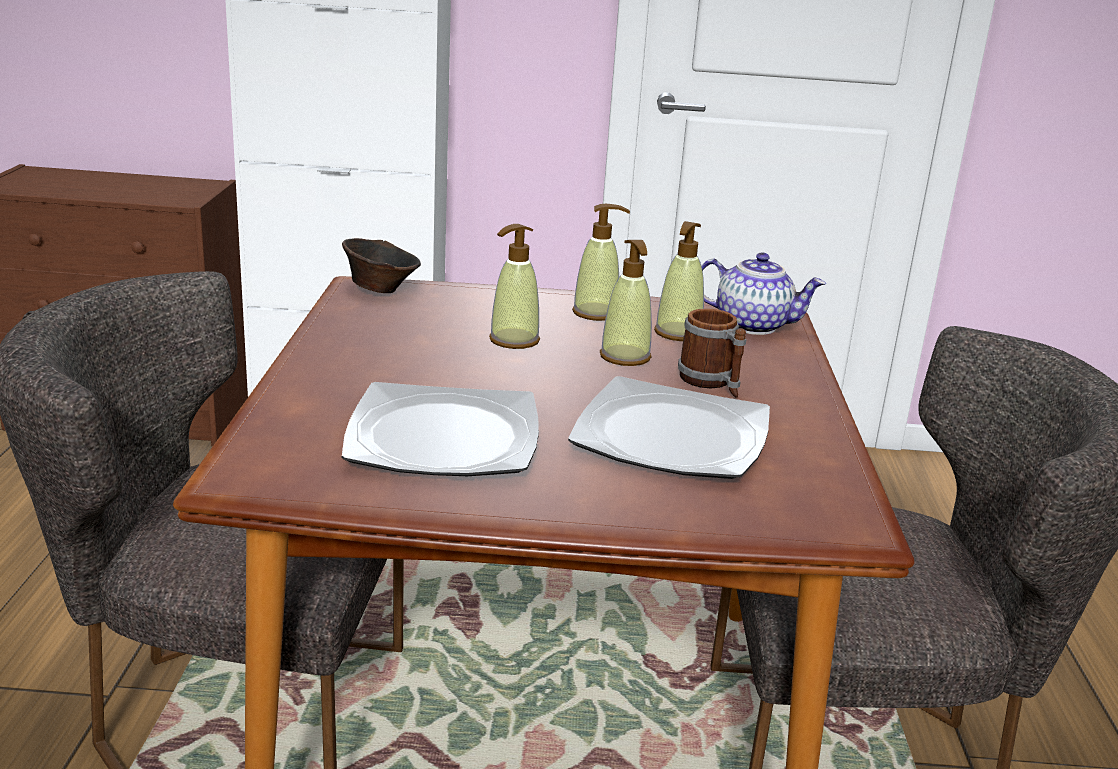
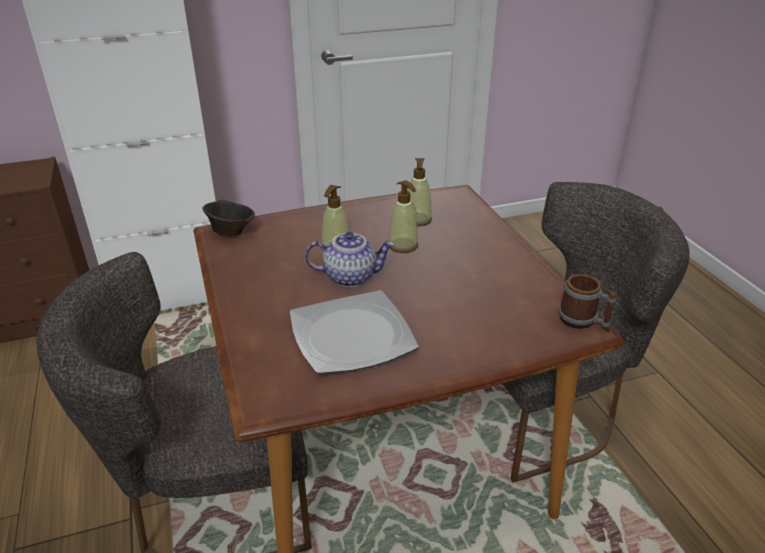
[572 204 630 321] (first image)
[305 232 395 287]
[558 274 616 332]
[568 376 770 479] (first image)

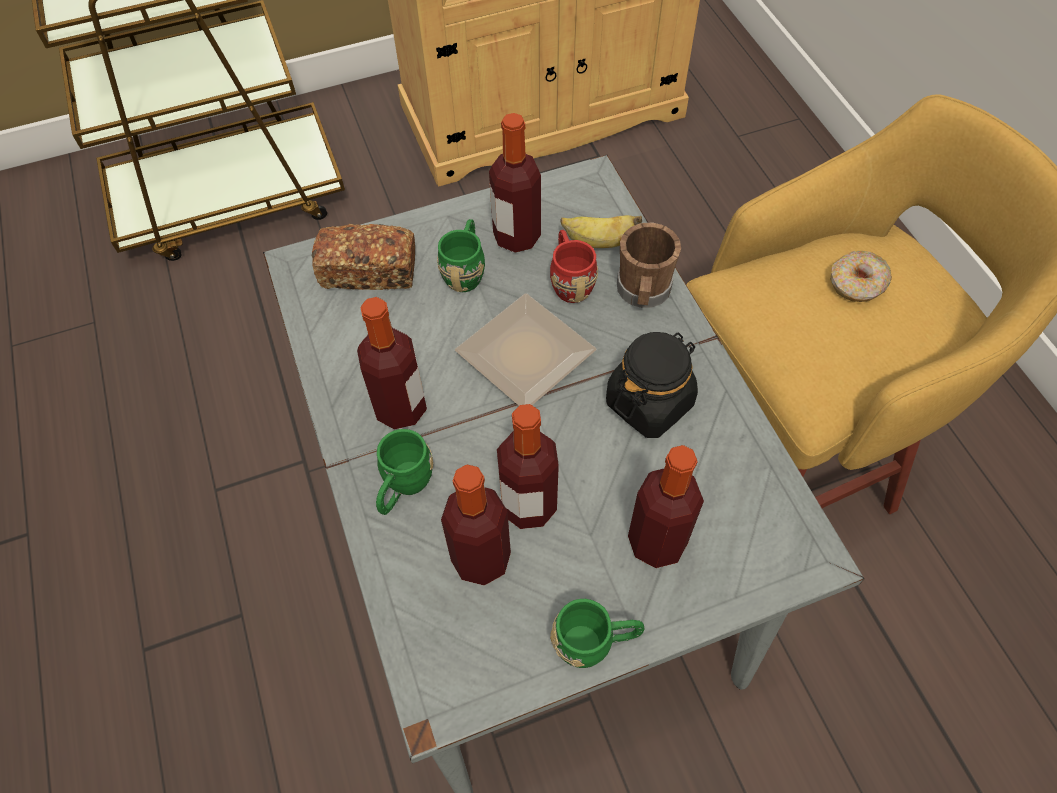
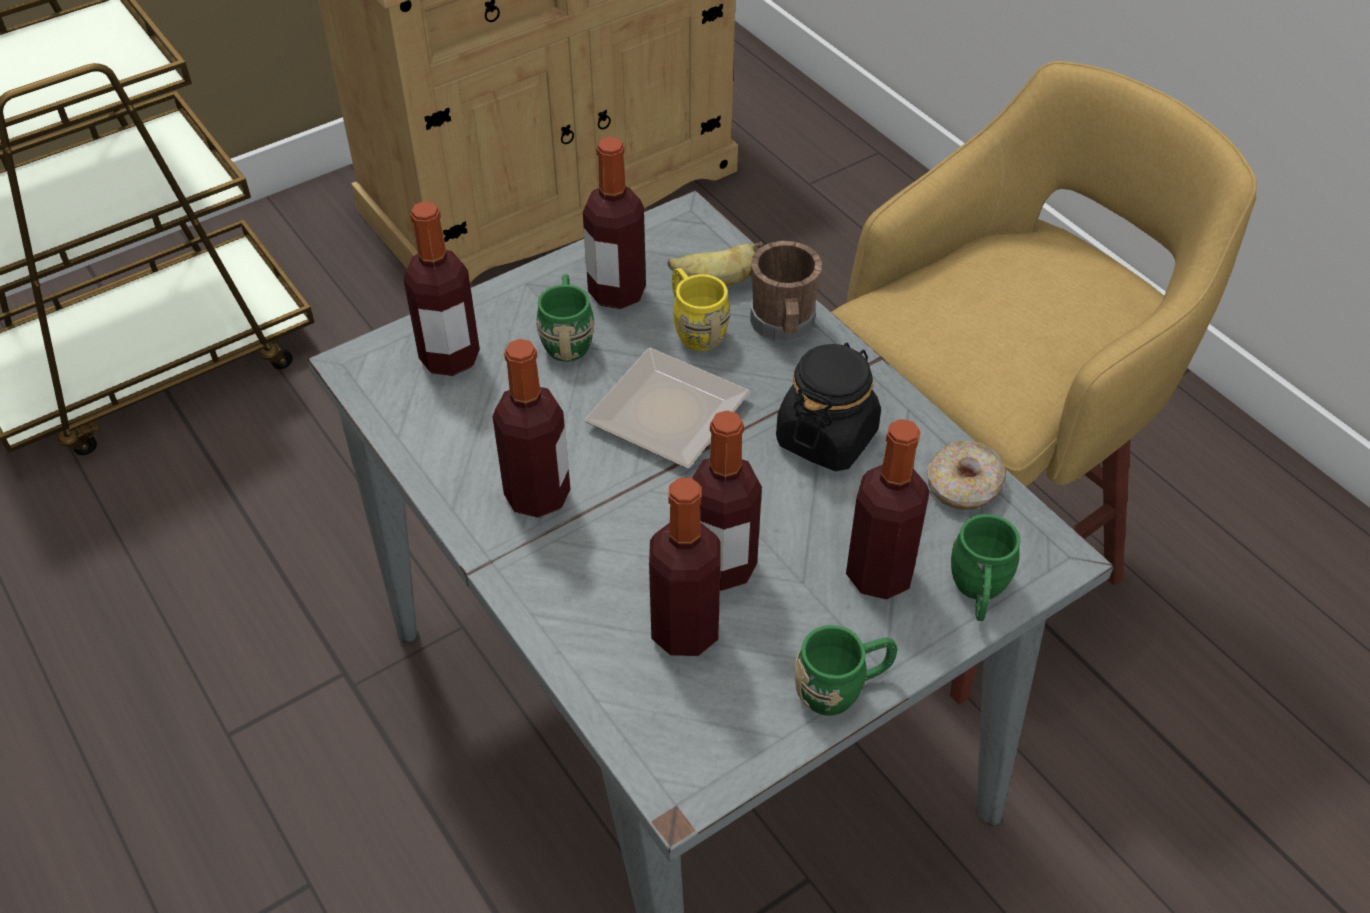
[404 201 480 376]
[672 268 731 351]
[927 441 1006 510]
[951 514 1020 621]

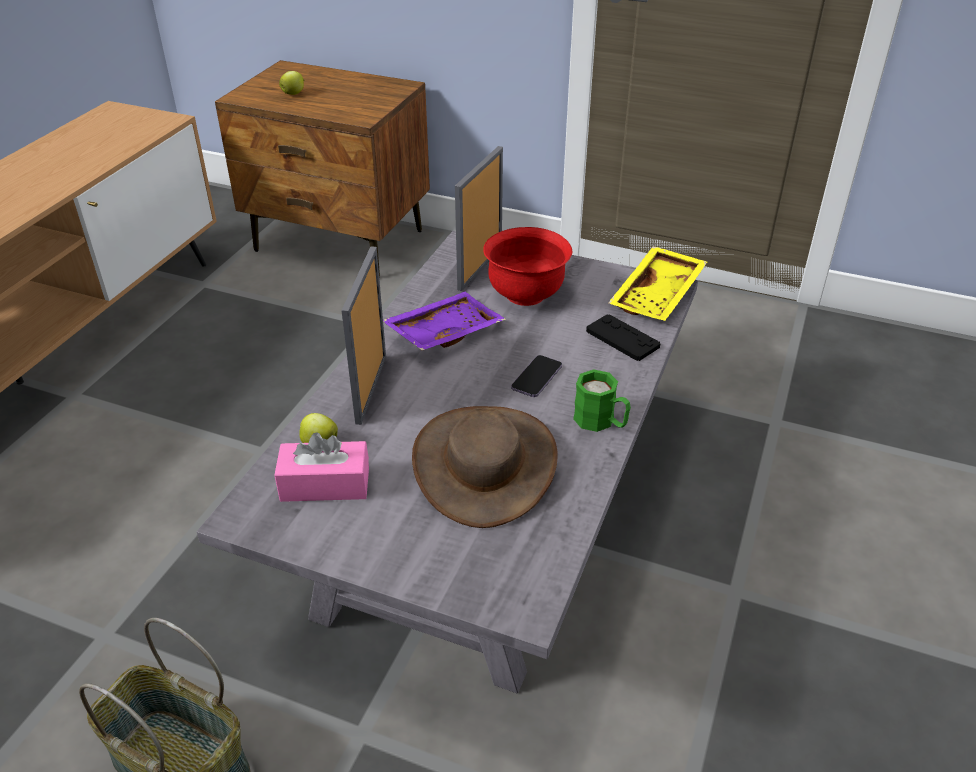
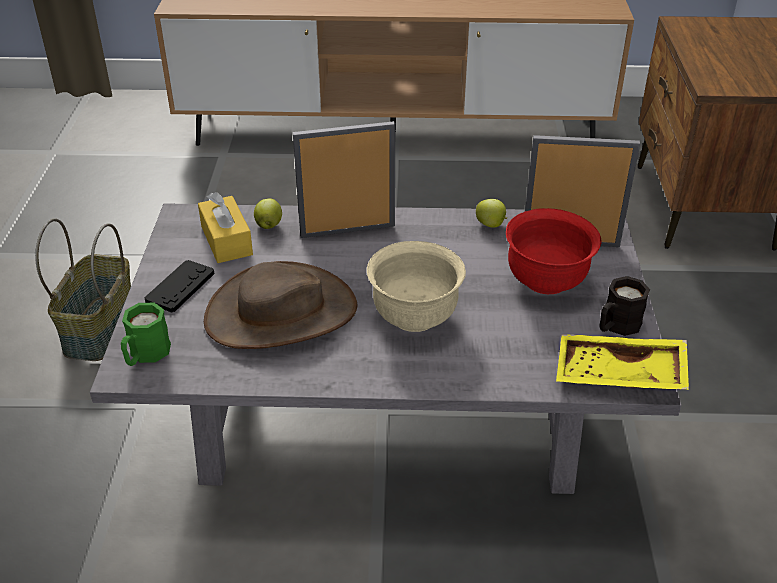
[476 199 507 227]
[383 292 506 350] (first image)
[144 260 215 313]
[367 241 466 332]
[121 303 171 366]
[198 192 253 263]
[599 276 650 336]

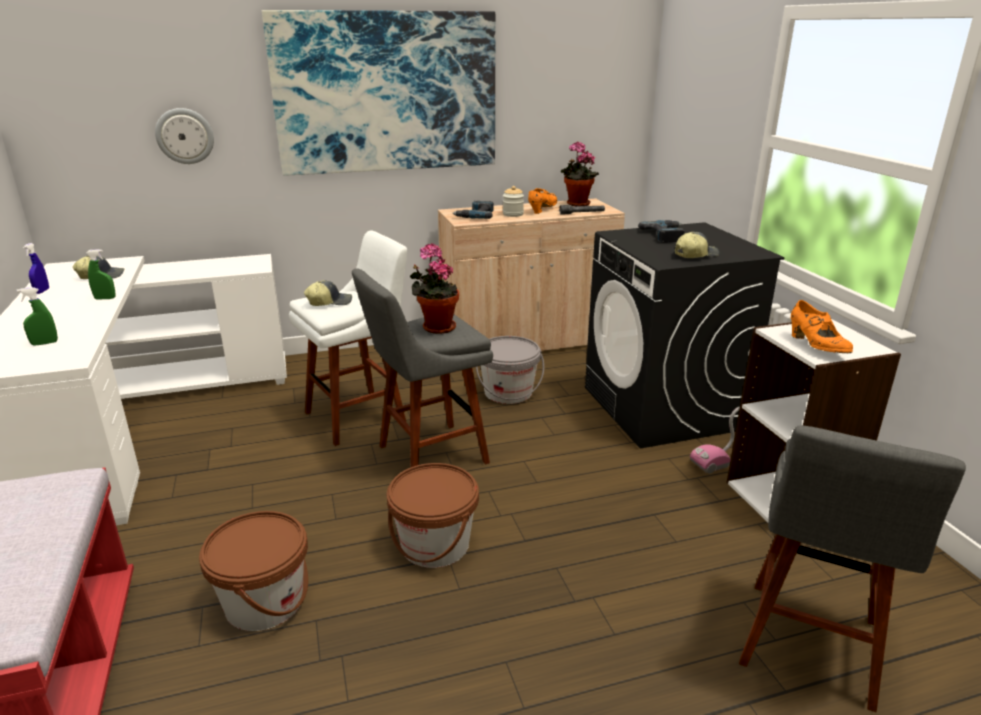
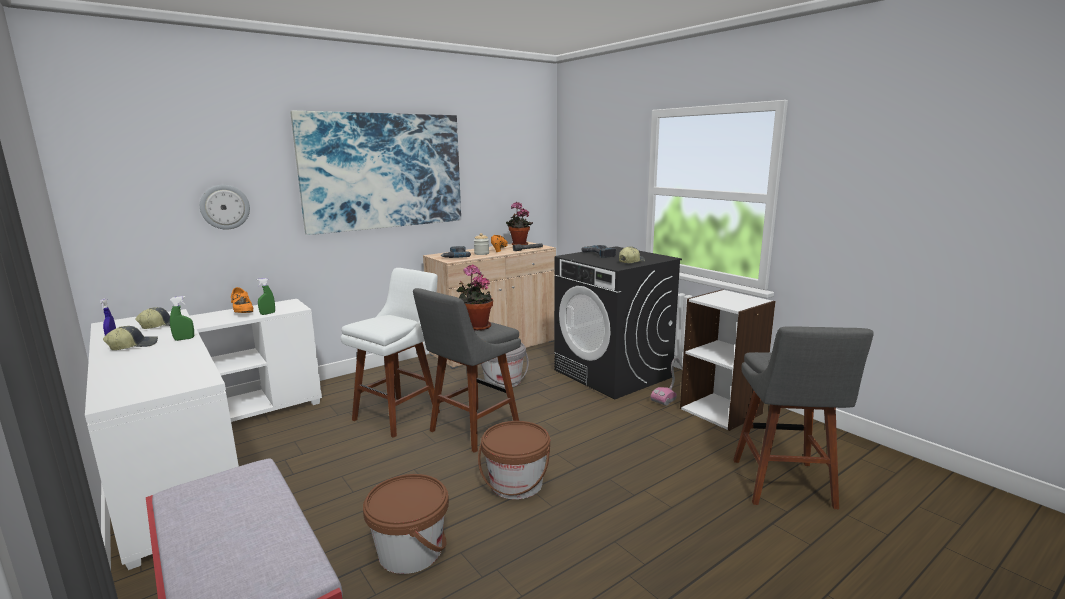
[103 326 158 350]
[256 278 275 315]
[231 287 253 313]

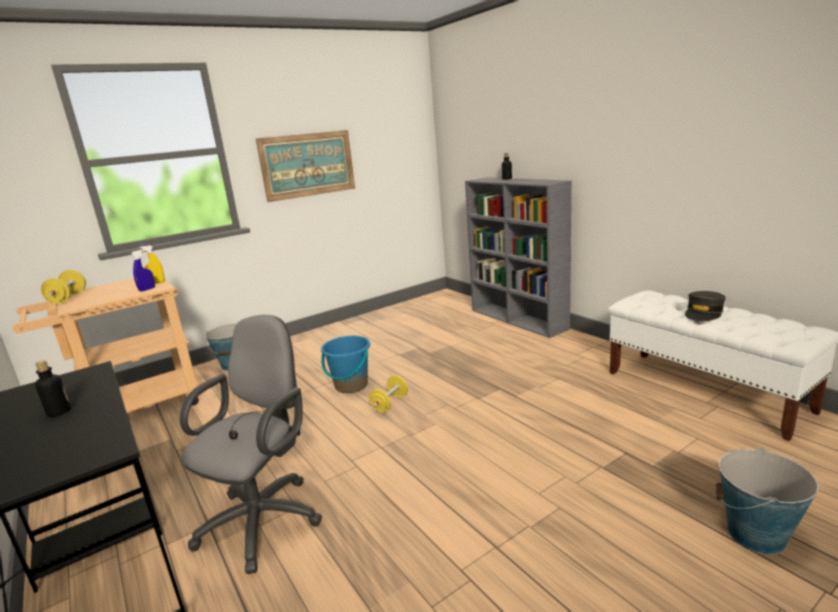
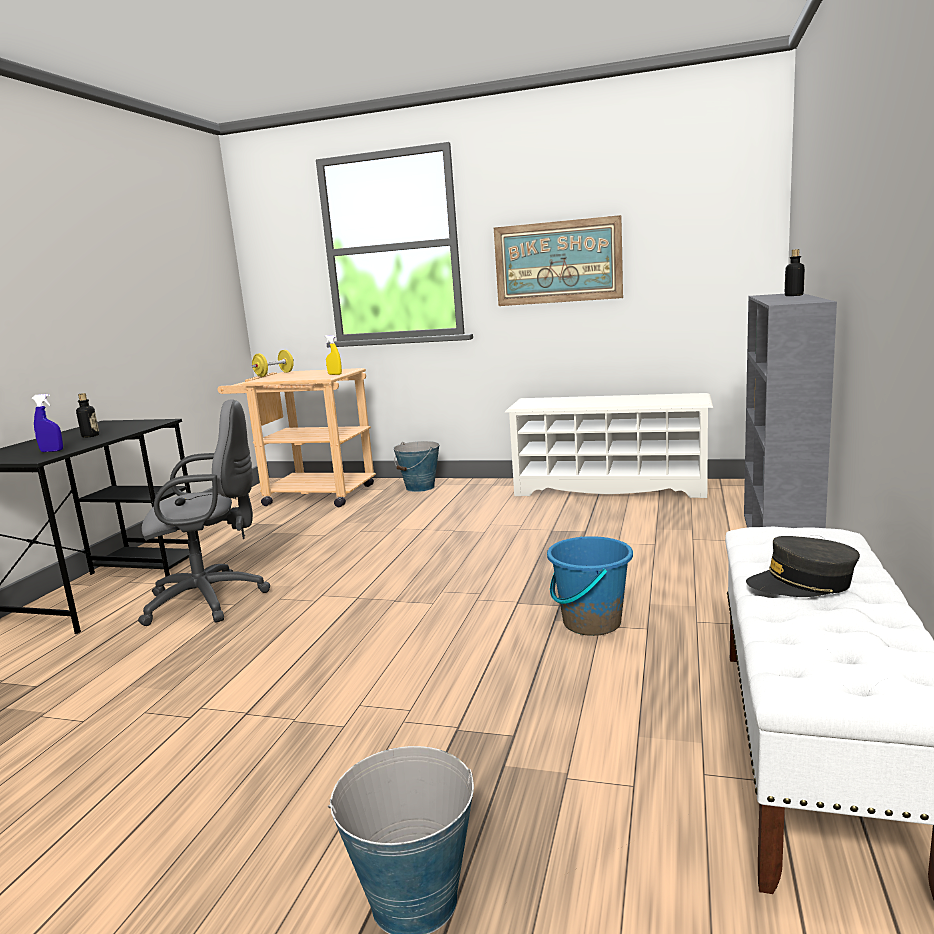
[32 394 63 452]
[547 536 633 636]
[369 375 408 413] (first image)
[505 393 713 498]

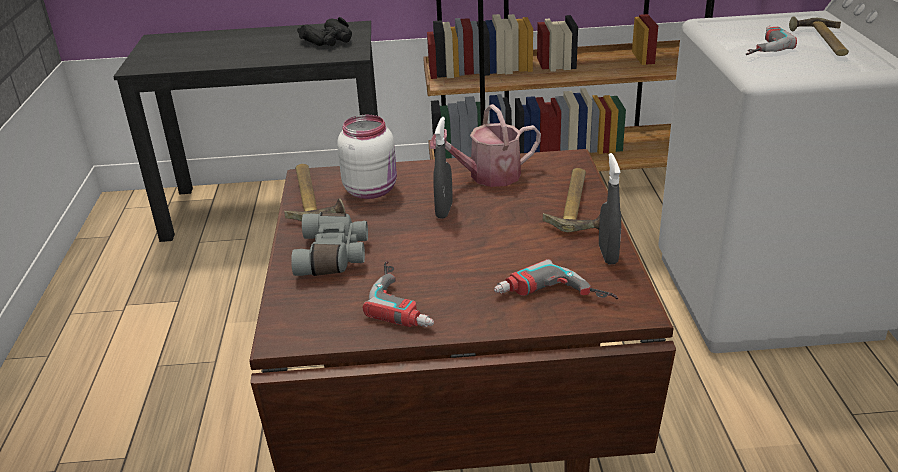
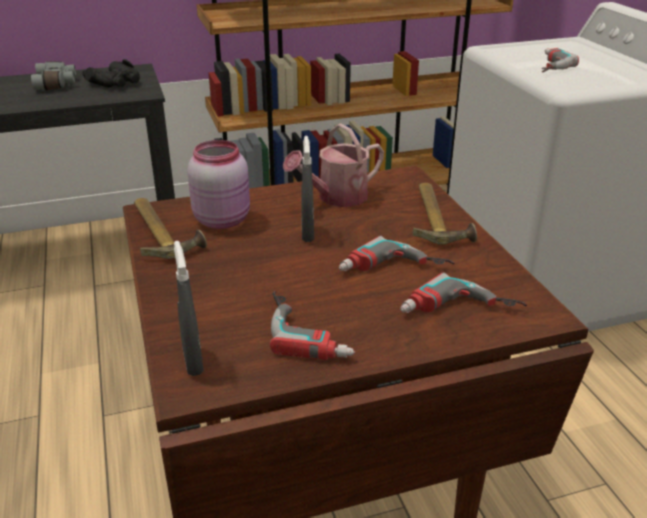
[789 16 849 56] (first image)
[187 140 250 229]
[174 241 204 376]
[31 61 76 90]
[339 236 455 271]

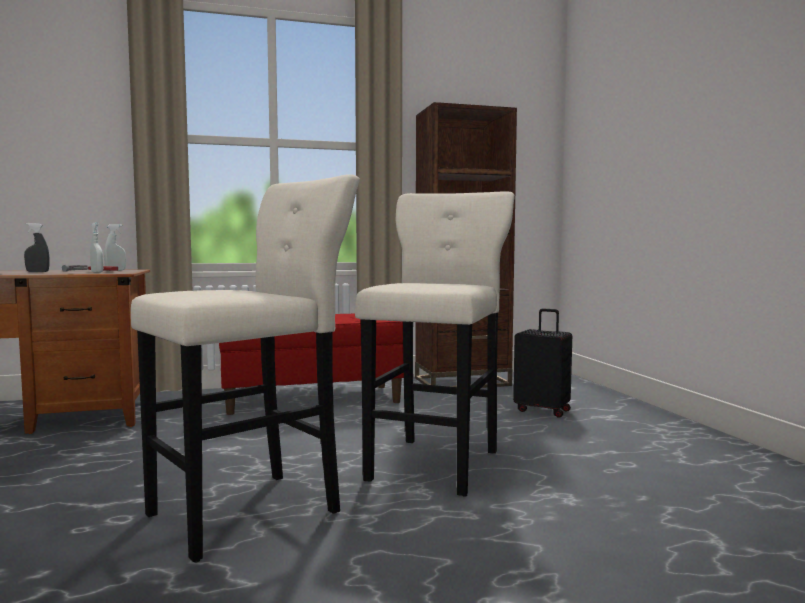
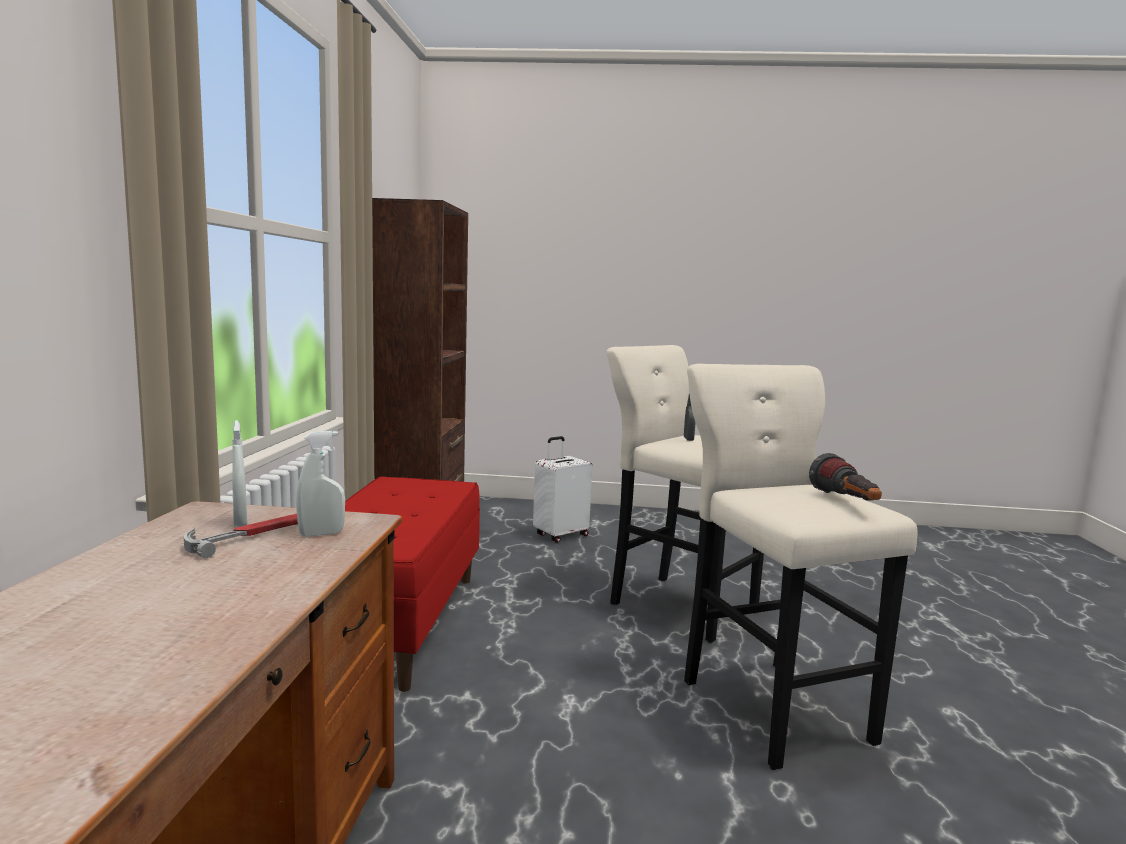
[684 392 695 441]
[533 436 592 543]
[809 453 882 501]

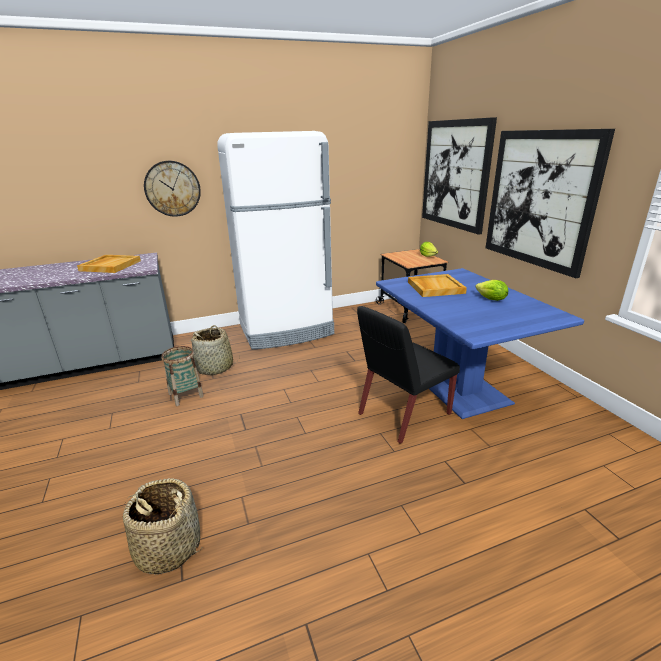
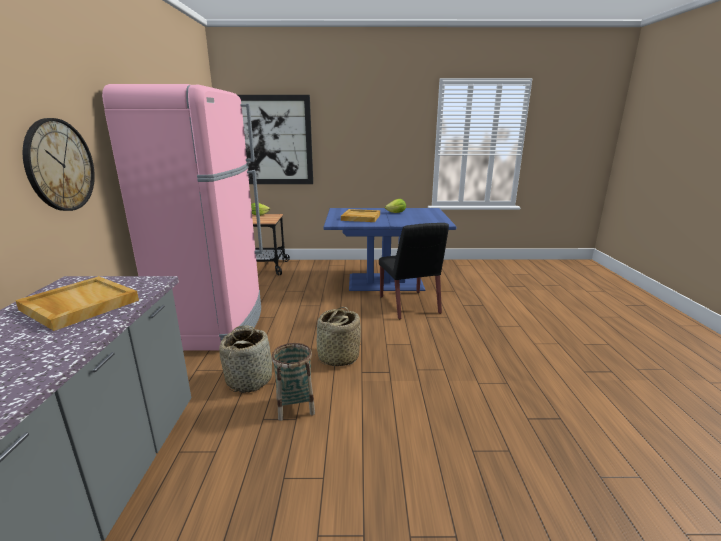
[486 129 615 278] (first image)
[102 84 263 351]
[316 307 361 366]

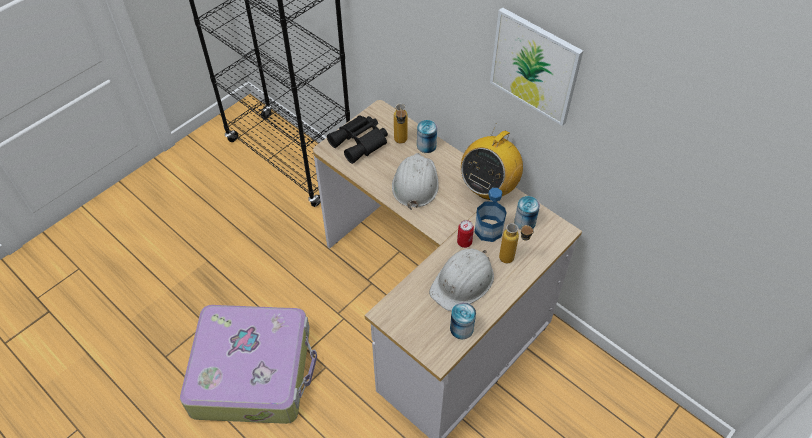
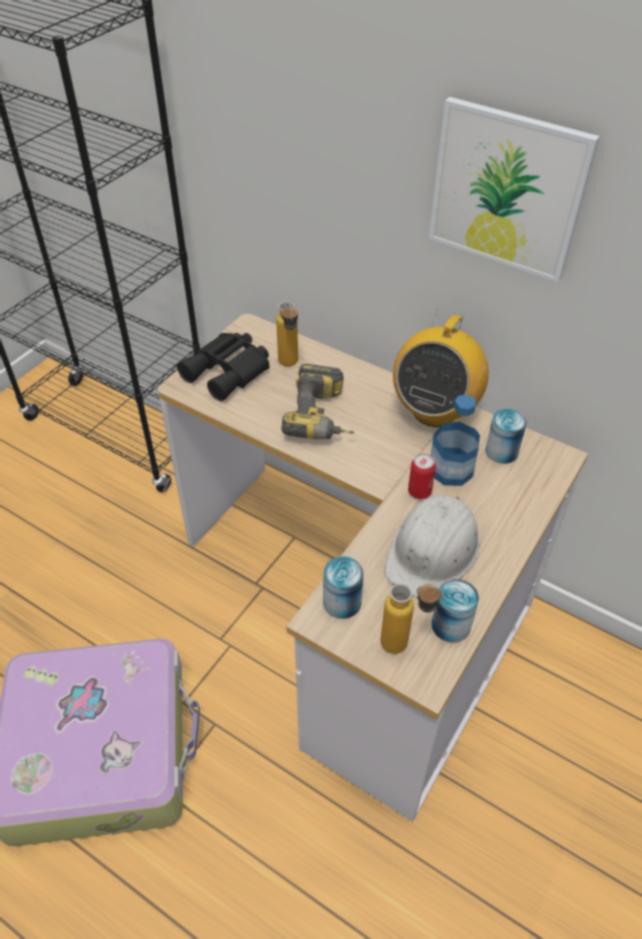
[323 556 364 619]
[281 364 355 440]
[380 583 443 654]

